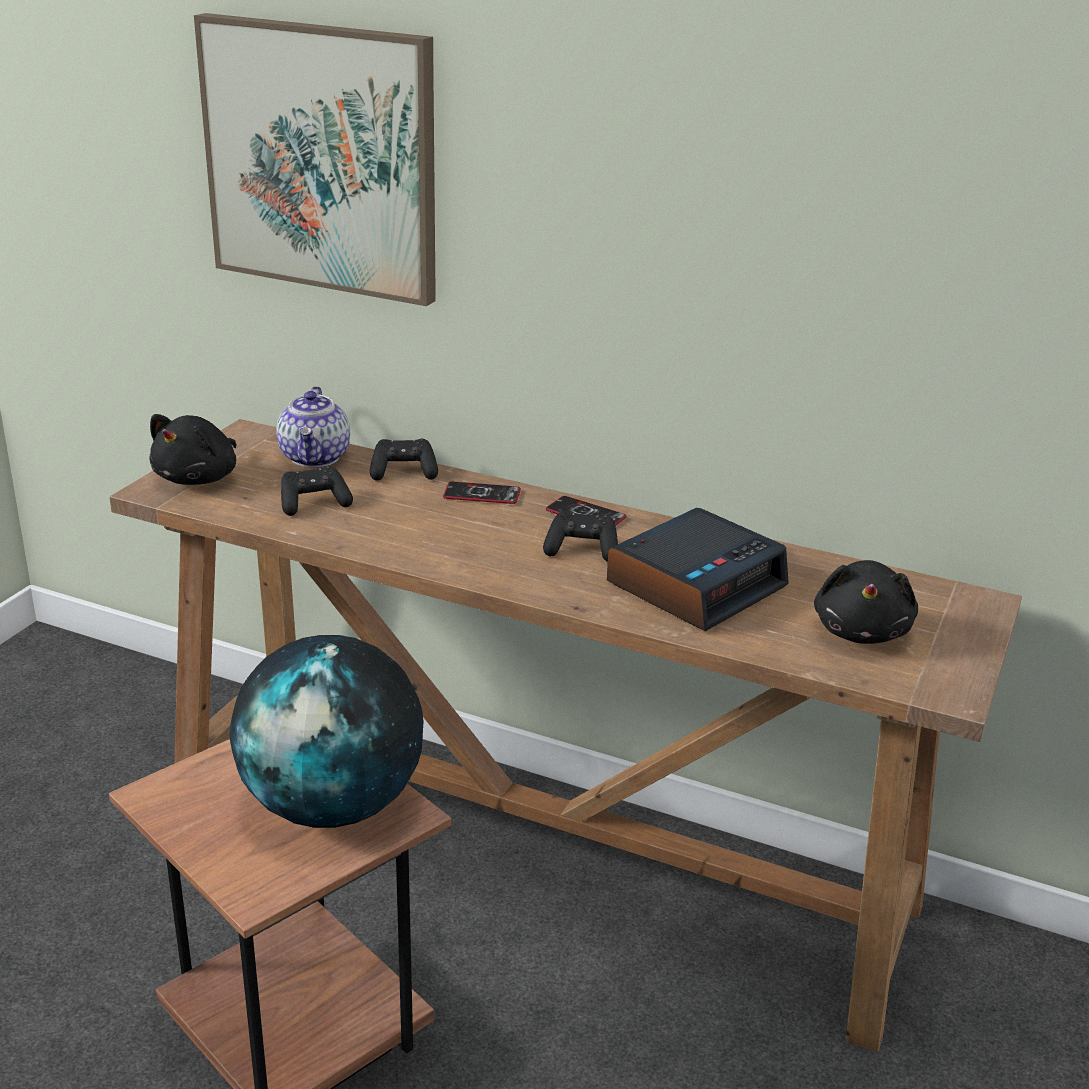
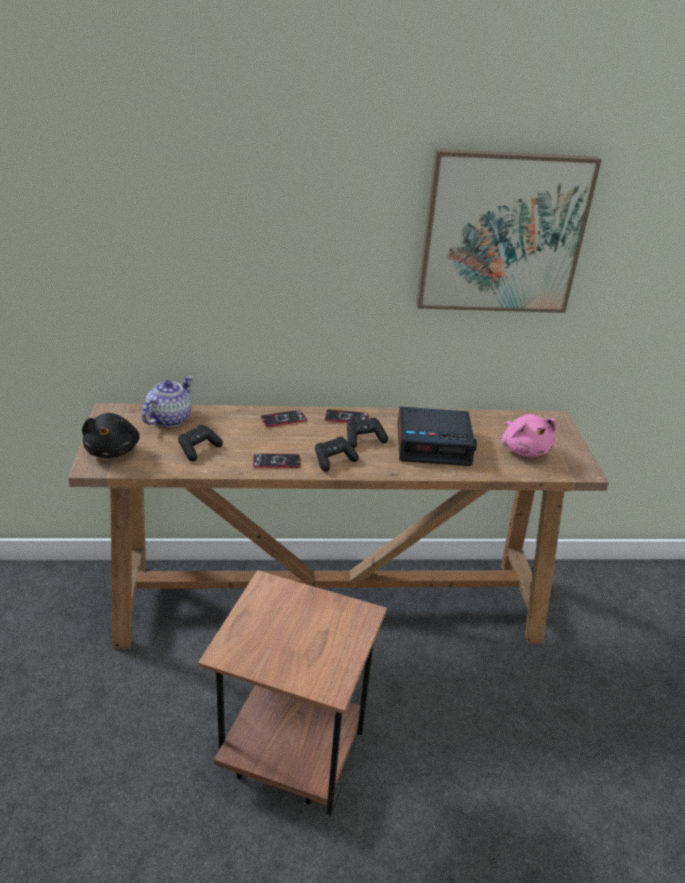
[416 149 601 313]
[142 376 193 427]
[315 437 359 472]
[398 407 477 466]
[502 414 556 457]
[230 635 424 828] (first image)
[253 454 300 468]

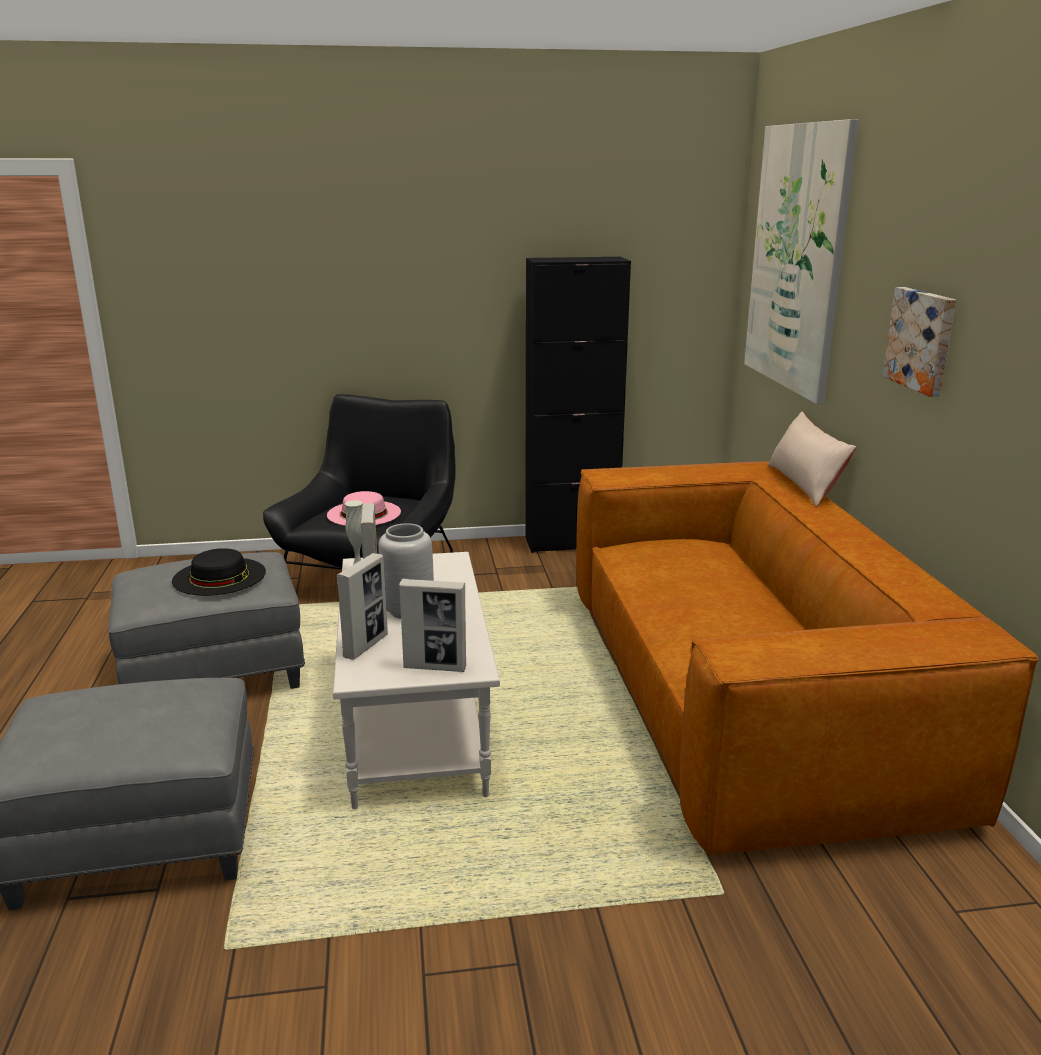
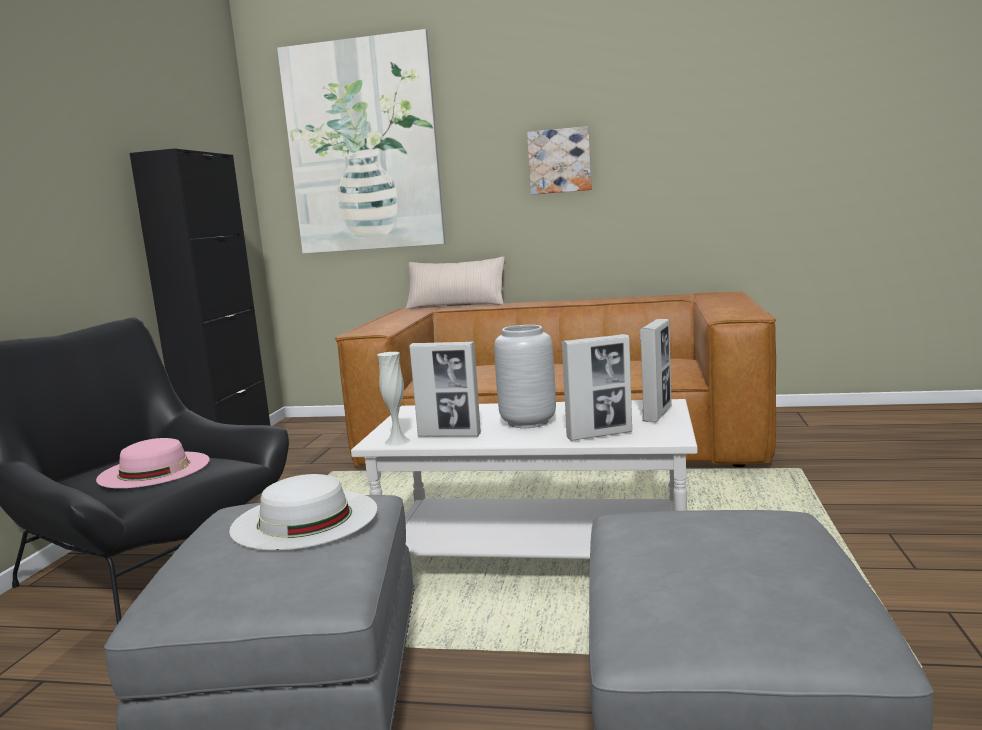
[229 474 377 550]
[561 334 632 441]

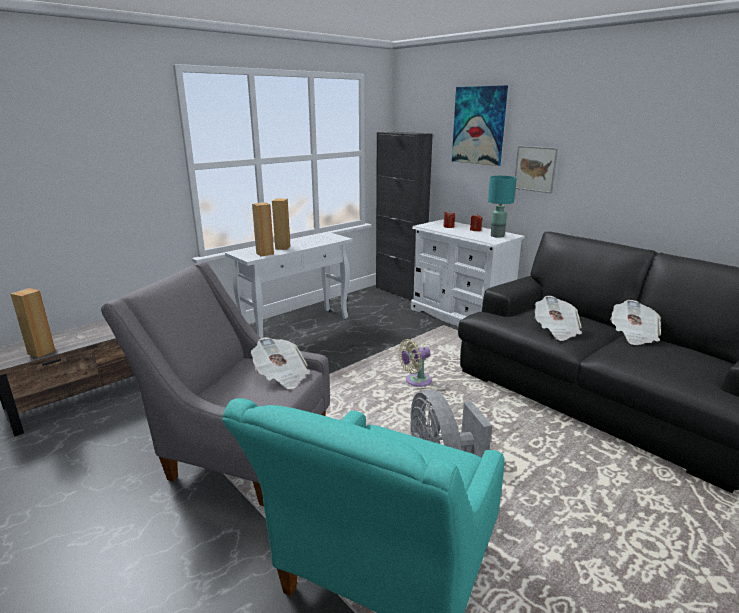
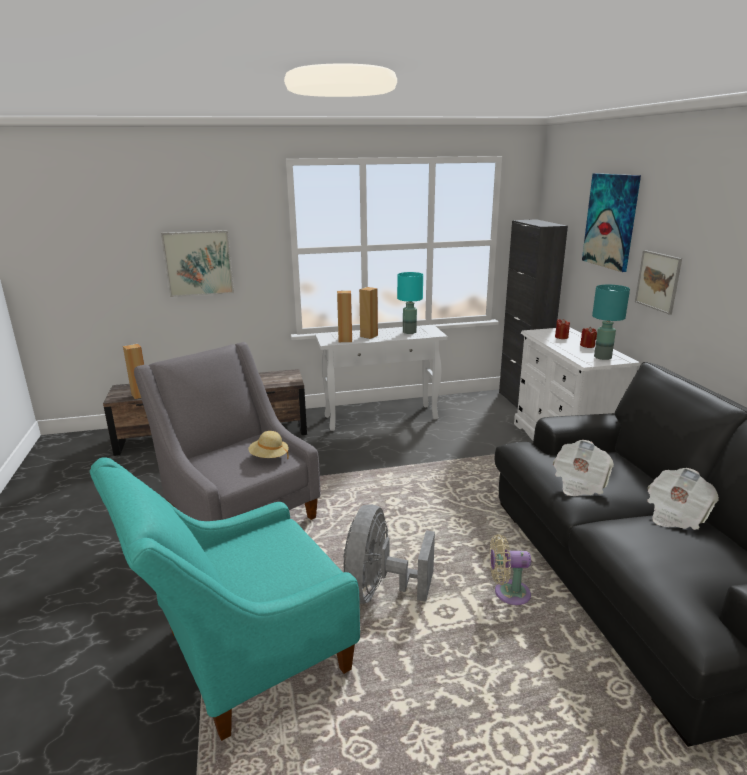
[248 431 289 459]
[490 534 531 605]
[161 230 234 297]
[397 272 423 334]

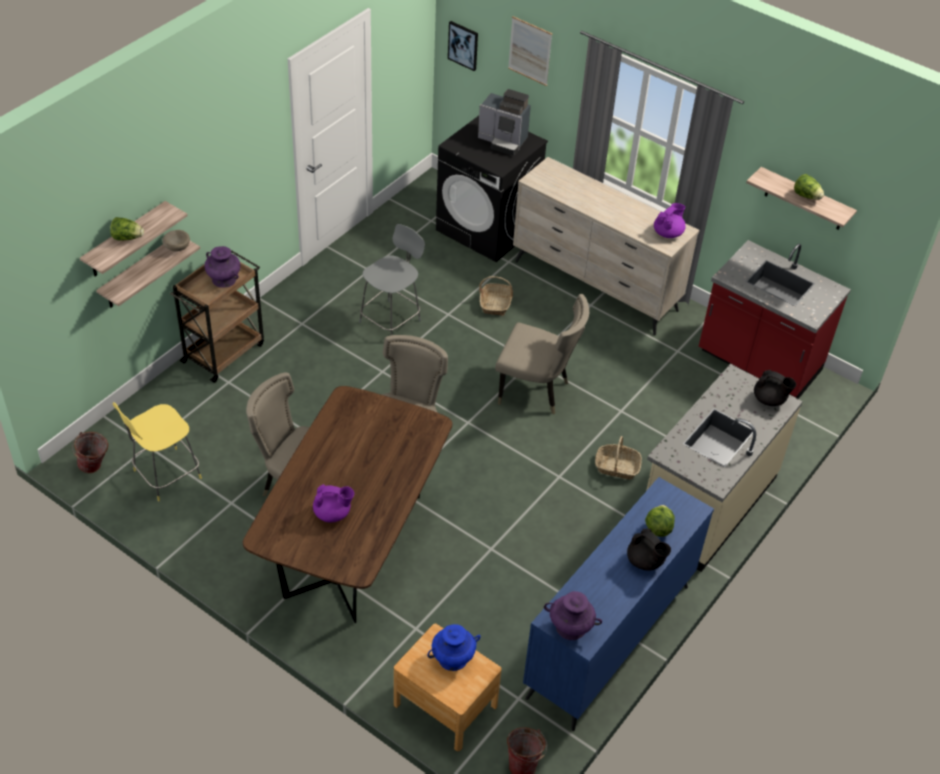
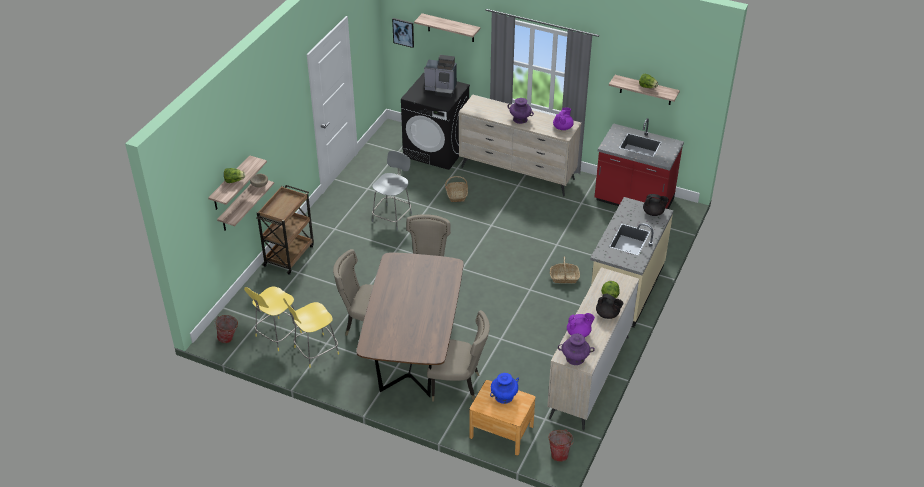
[414 13 480 42]
[508 98 534 124]
[427 310 490 402]
[547 267 639 431]
[567 313 595 337]
[283 298 339 368]

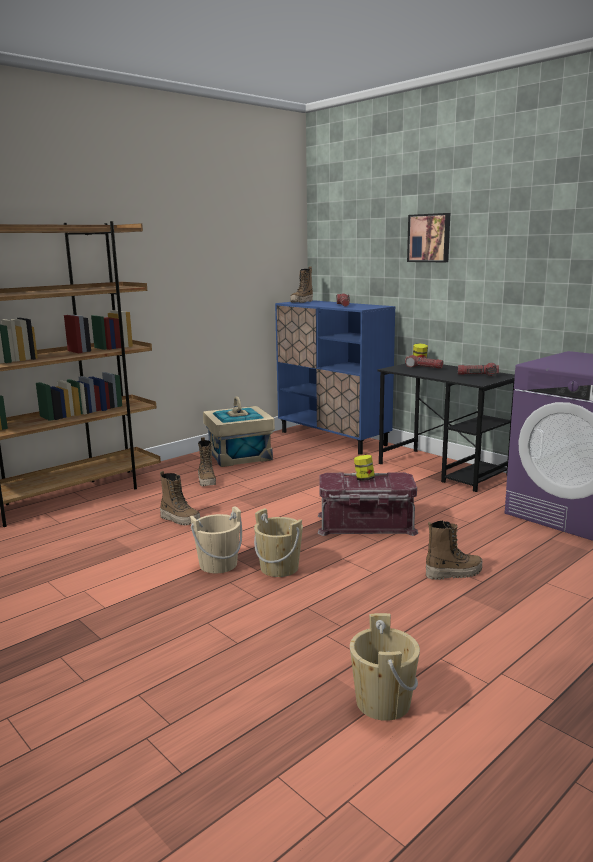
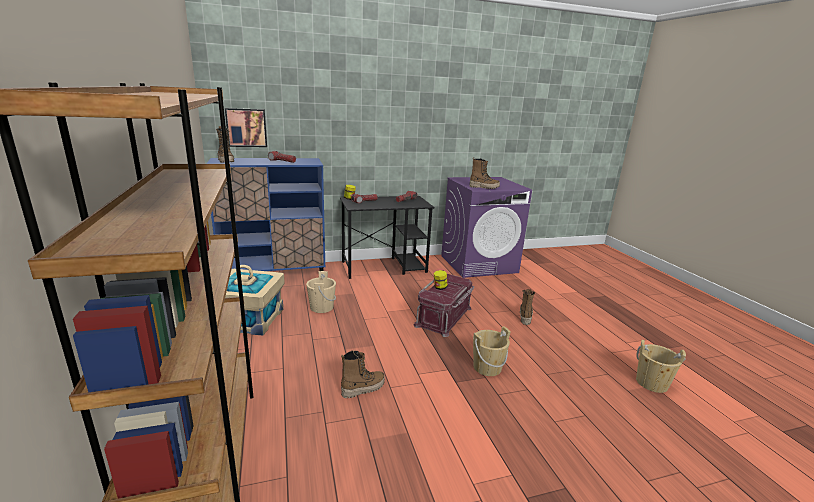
[225 108 267 147]
[469 157 500 189]
[306 271 336 313]

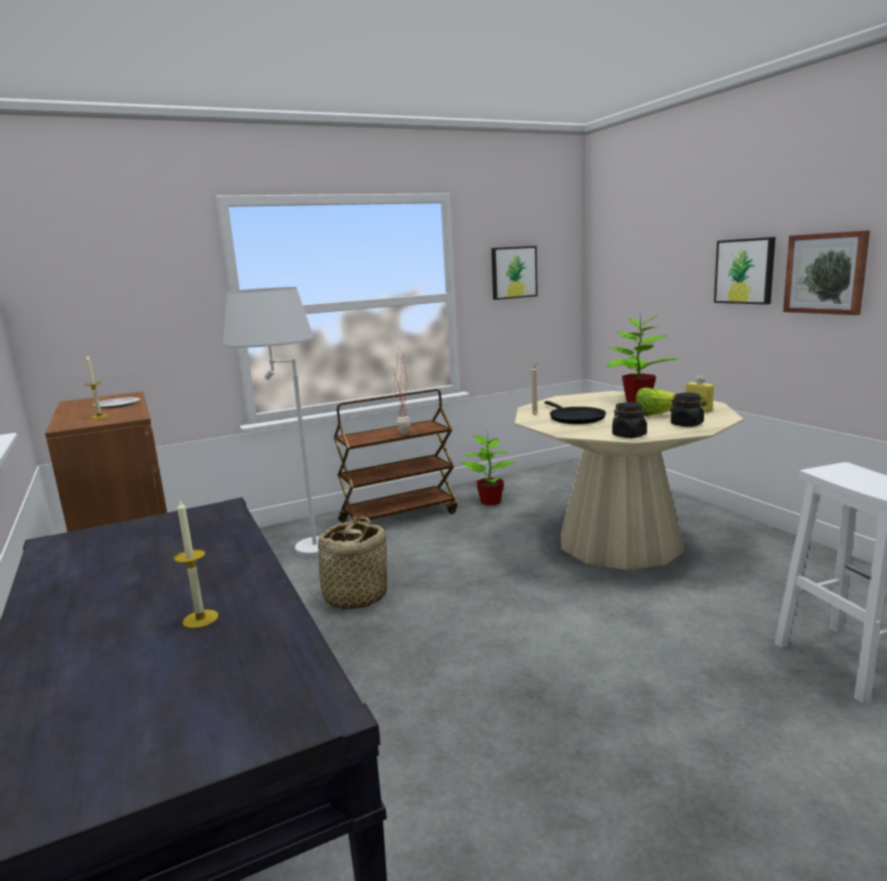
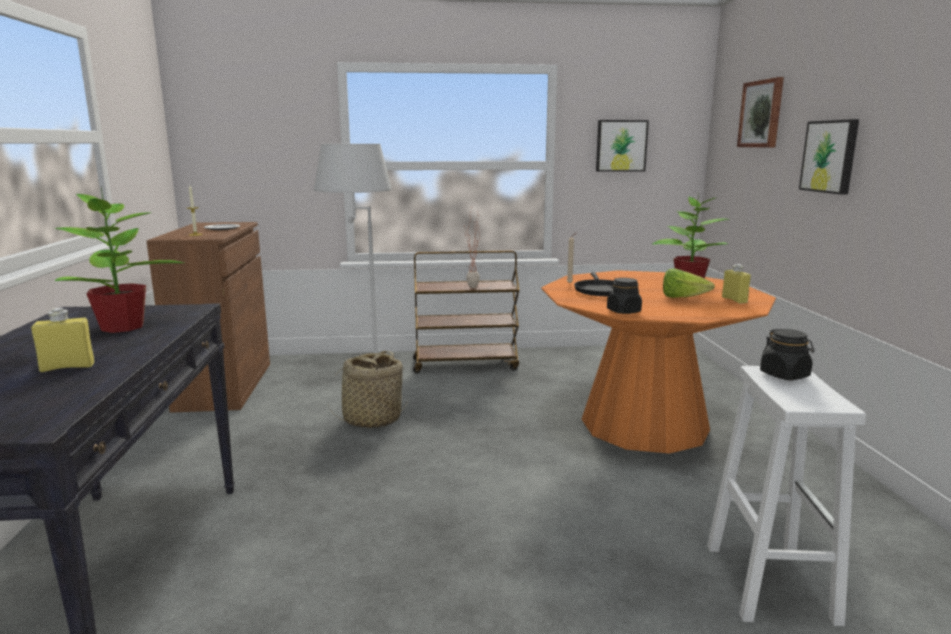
[737 77 784 148]
[541 270 776 454]
[760 329 814 380]
[54 187 184 333]
[31 308 94 372]

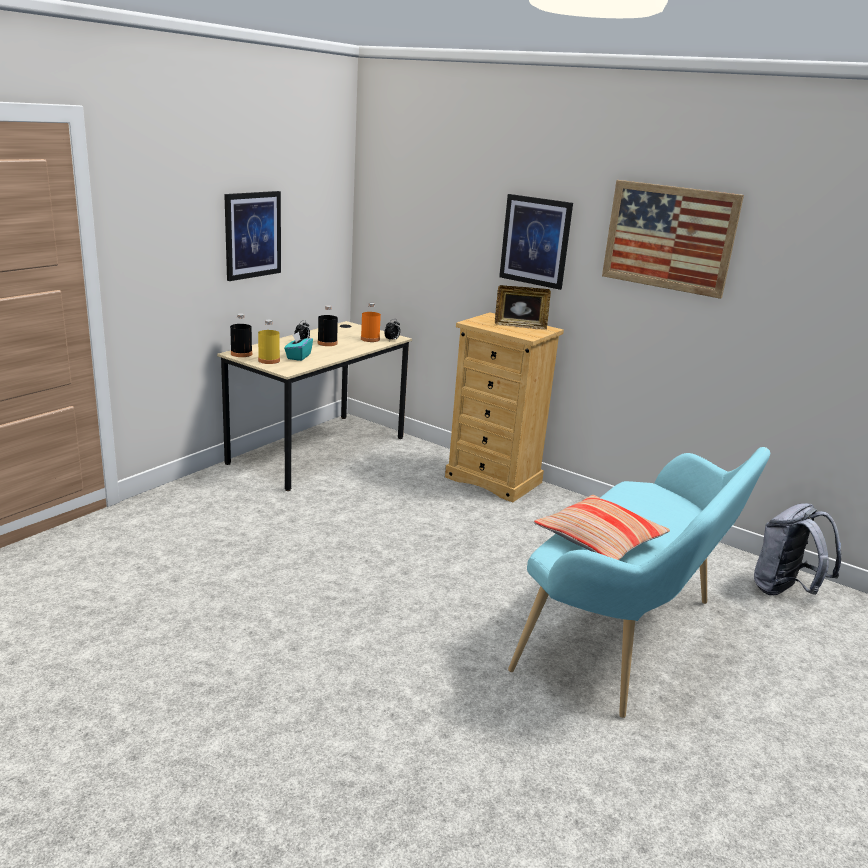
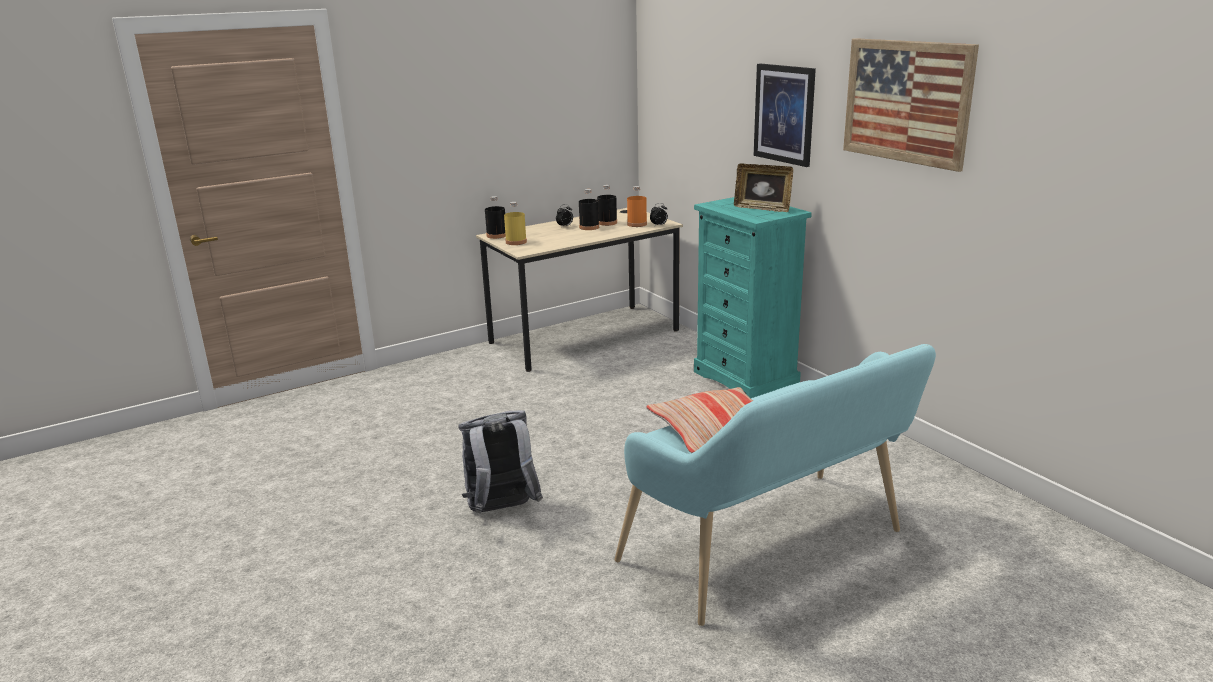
[224 191 281 281] (first image)
[694 197 812 398]
[284 332 313 361] (first image)
[458 410 543 513]
[597 185 617 226]

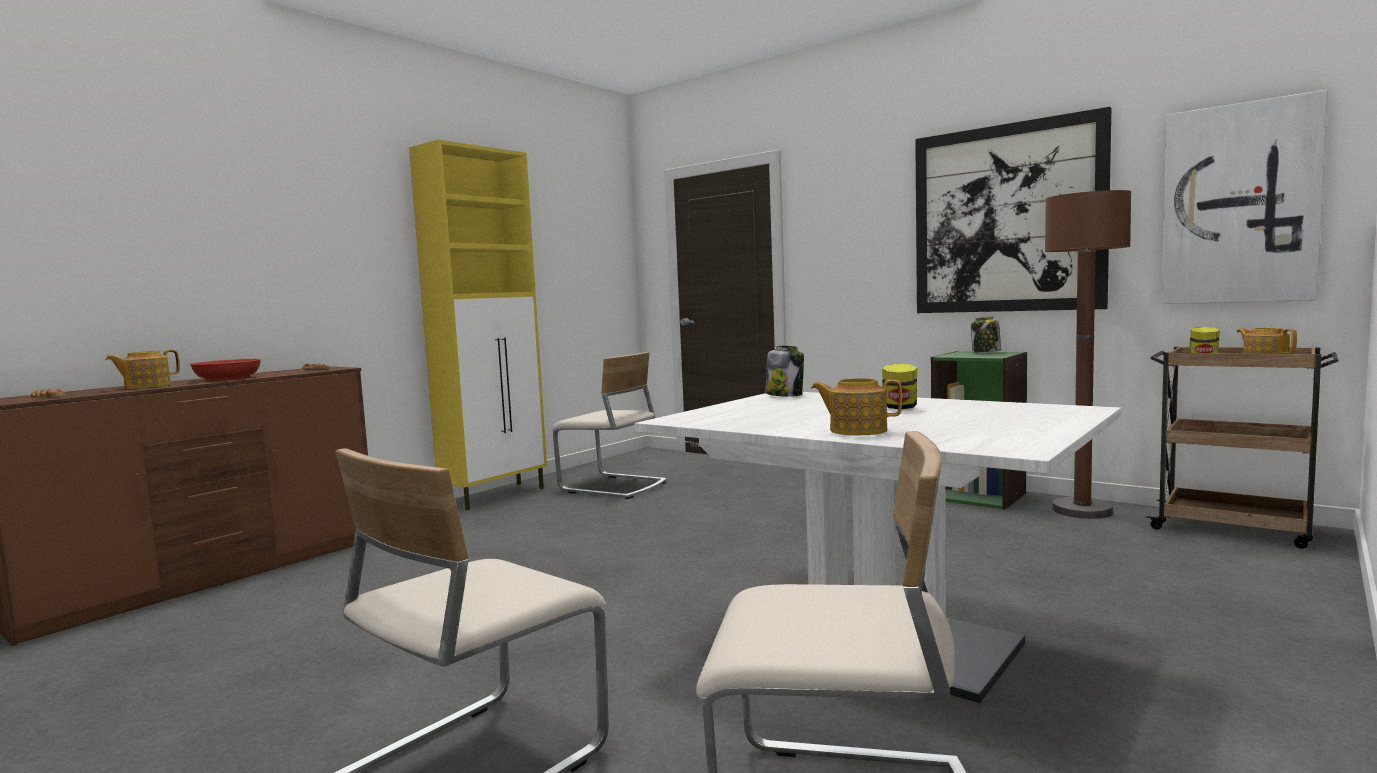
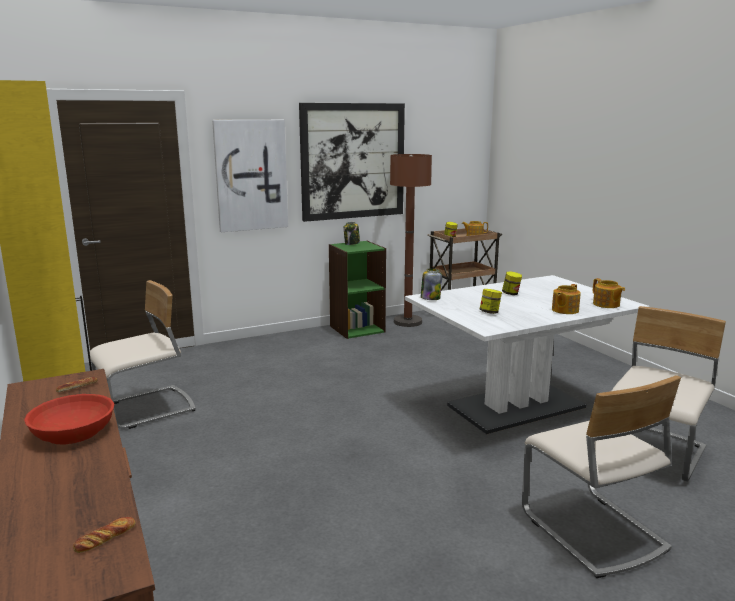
[212 120 288 232]
[593 278 625 308]
[480 289 502 314]

